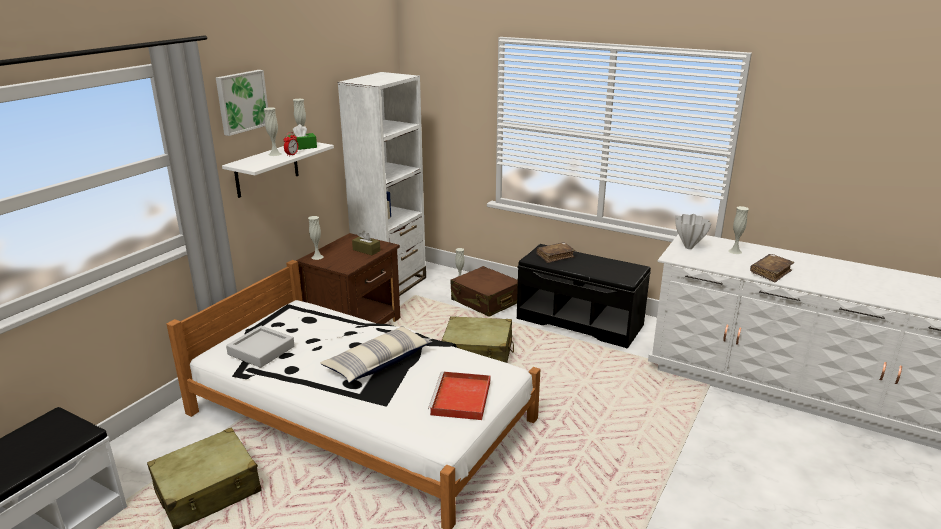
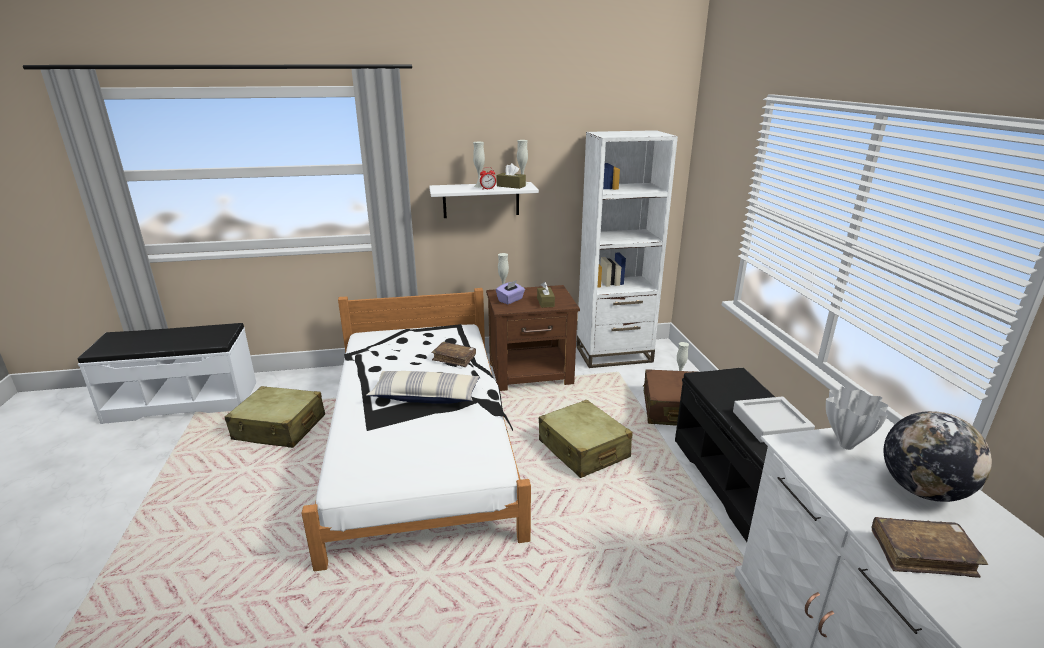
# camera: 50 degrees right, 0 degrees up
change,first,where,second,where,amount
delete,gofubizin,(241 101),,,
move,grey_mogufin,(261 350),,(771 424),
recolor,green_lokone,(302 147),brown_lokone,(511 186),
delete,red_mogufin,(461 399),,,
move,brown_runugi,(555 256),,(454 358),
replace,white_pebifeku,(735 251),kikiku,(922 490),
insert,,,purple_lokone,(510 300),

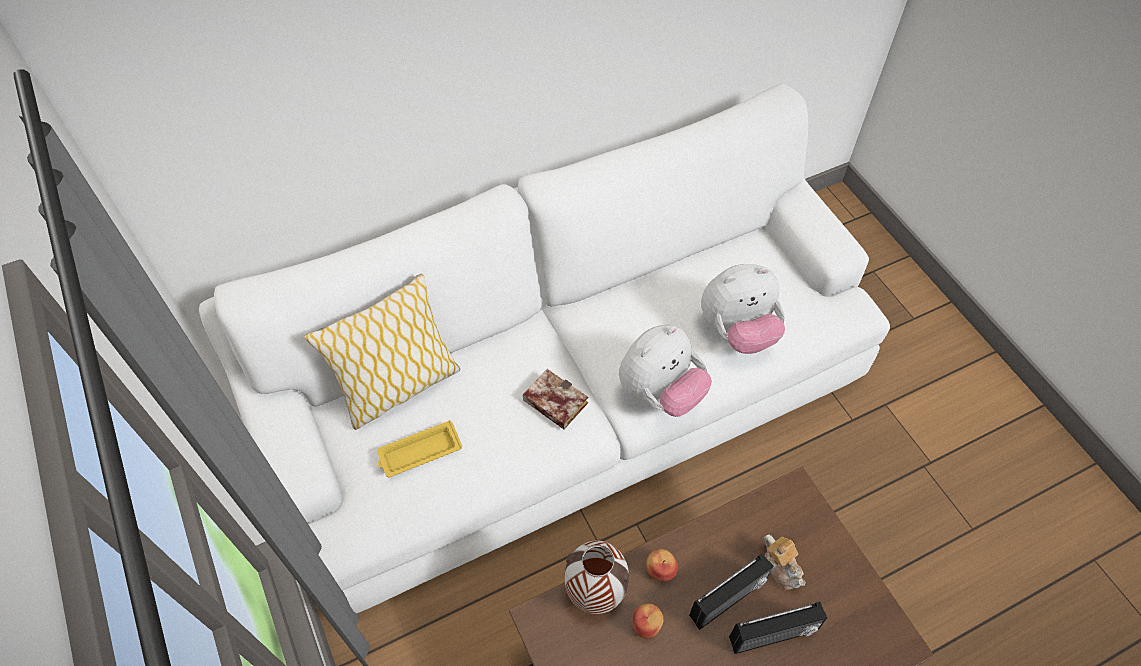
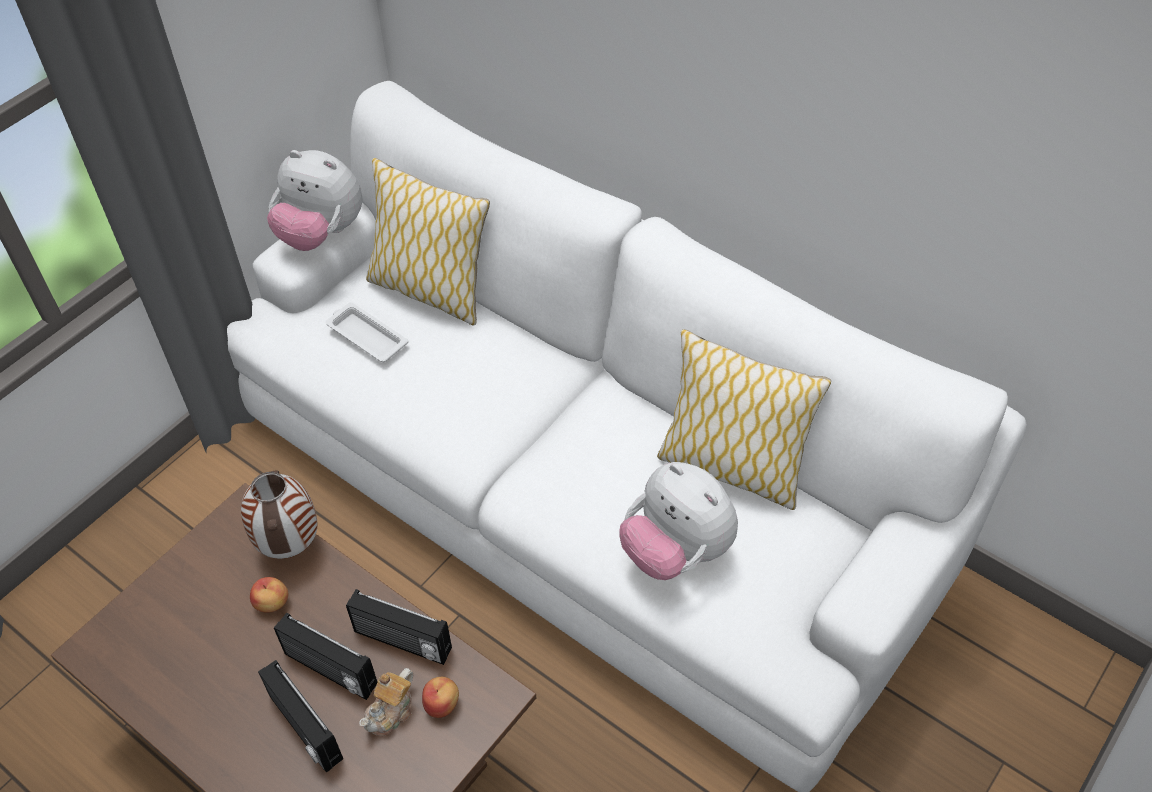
# camera: 65 degrees right, 5 degrees down
change,first,where,second,where,amount
recolor,yellow_mogufin,(418 452),white_mogufin,(366 336),
delete,runugi,(552 402),,,
move,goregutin,(660 392),,(321 234),
move,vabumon,(661 569),,(442 704),
insert,,,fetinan,(402 642),
insert,,,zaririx,(731 467),

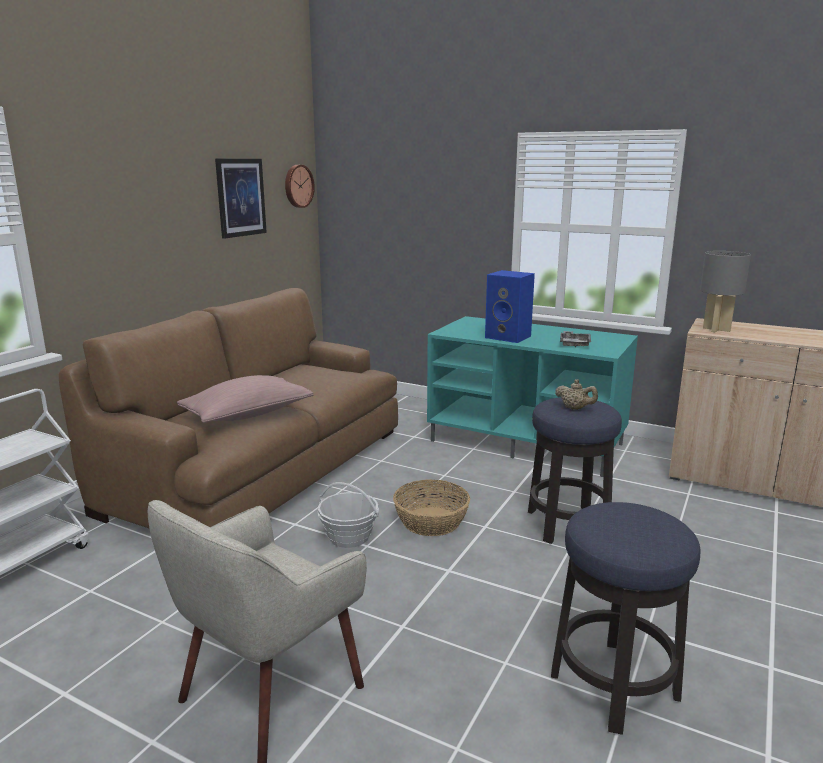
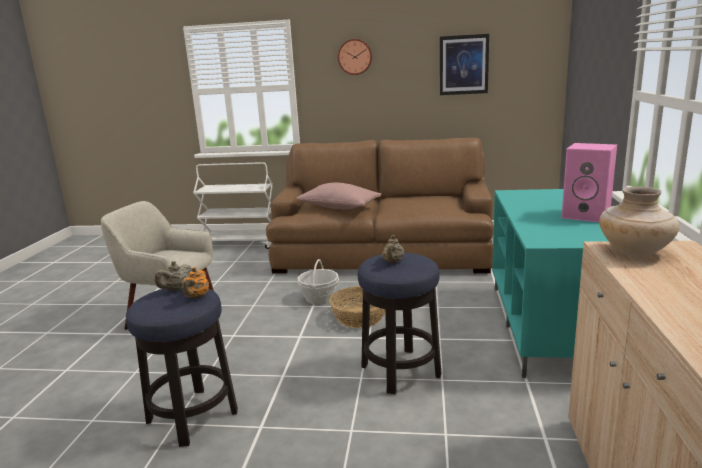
# camera: 70 degrees right, 0 degrees up
change,first,where,second,where,amount
move,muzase,(298 186),,(355 57),
delete,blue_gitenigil,(509 337),,,
delete,grey_mogufin,(574 344),,,
replace,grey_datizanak,(716 329),beige_pebifeku,(635 252),
insert,,,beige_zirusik,(176 289),
insert,,,orange_zirusik,(197 297),
insert,,,pink_gitenigil,(587 215),

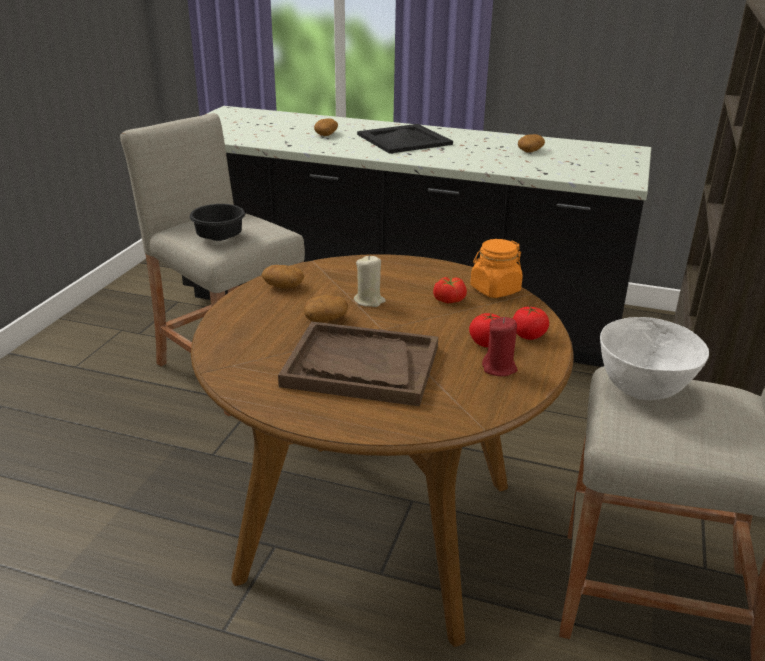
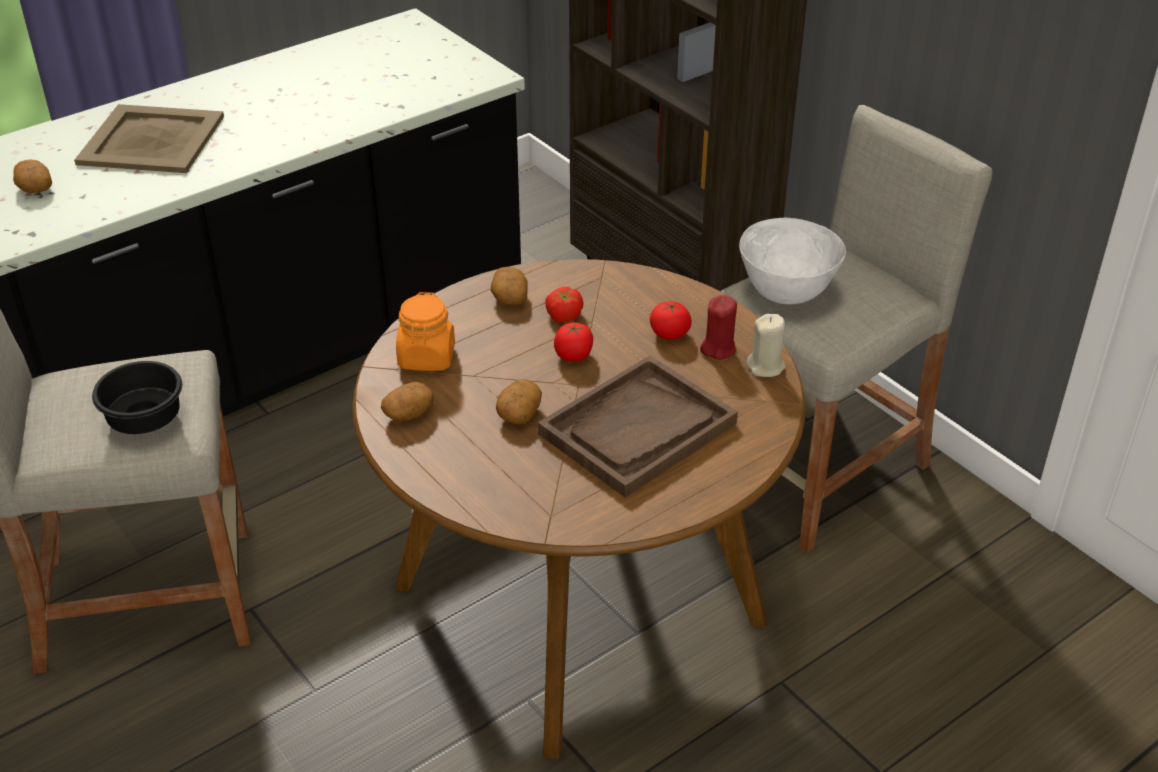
# camera: 55 degrees left, 10 degrees up
change,first,where,second,where,amount
move,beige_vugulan,(369 301),,(766 366),
recolor,black_mogufin,(405 139),beige_mogufin,(153 139),
move,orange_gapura,(495 290),,(426 357),
move,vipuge,(528 335),,(573 355),
move,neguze,(530 151),,(509 297),

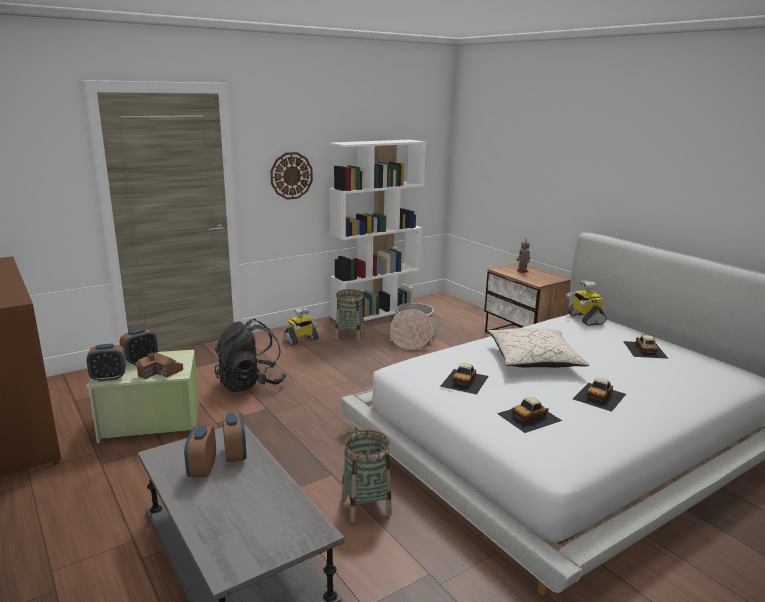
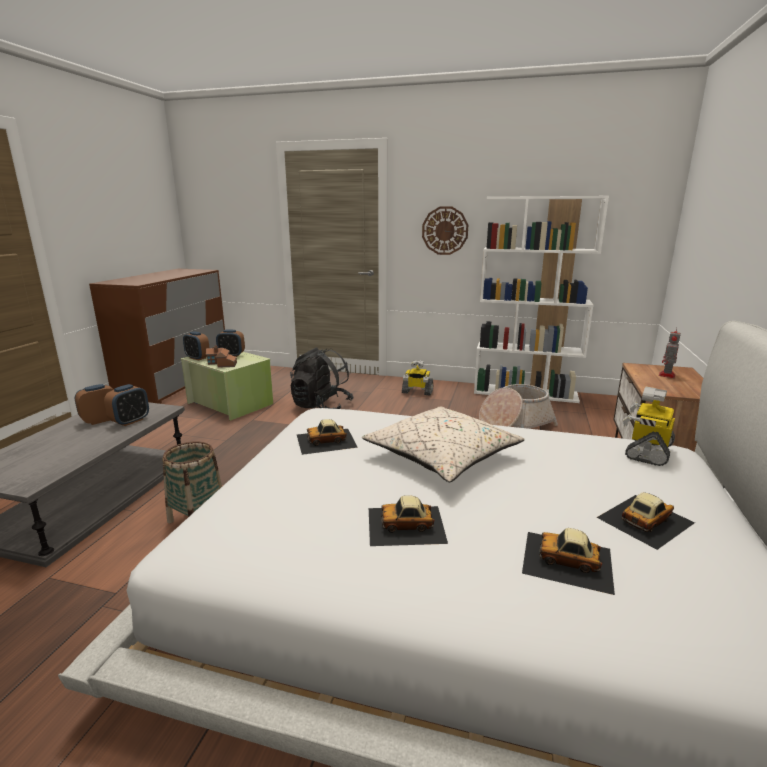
# camera: 50 degrees right, 0 degrees up
change,first,where,second,where,amount
delete,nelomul,(349 335),,,
move,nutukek,(529 417),,(568 561),

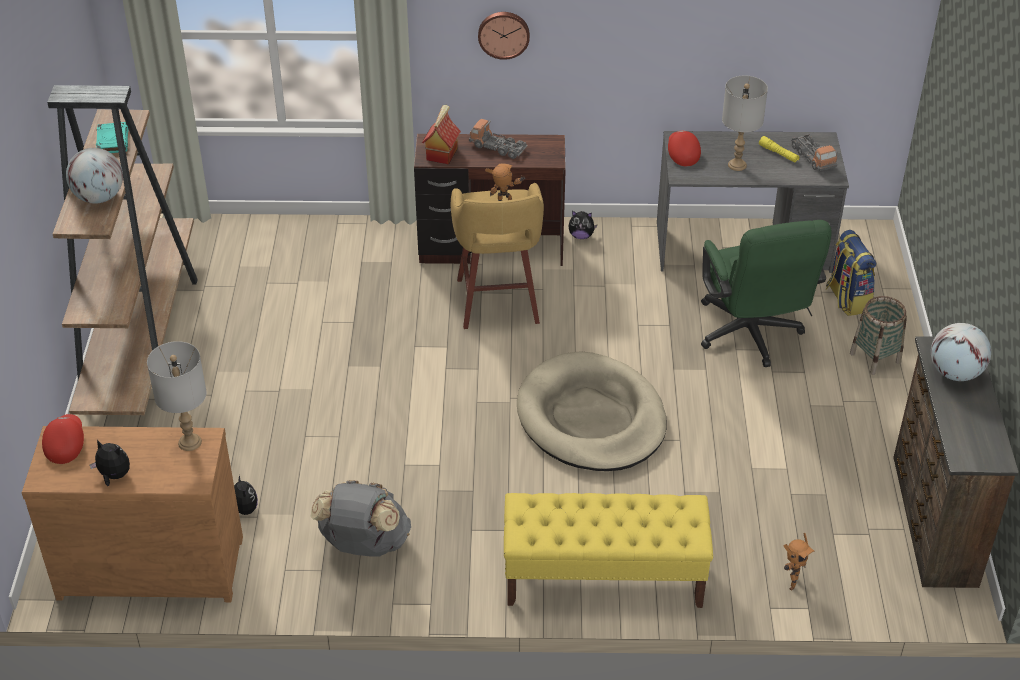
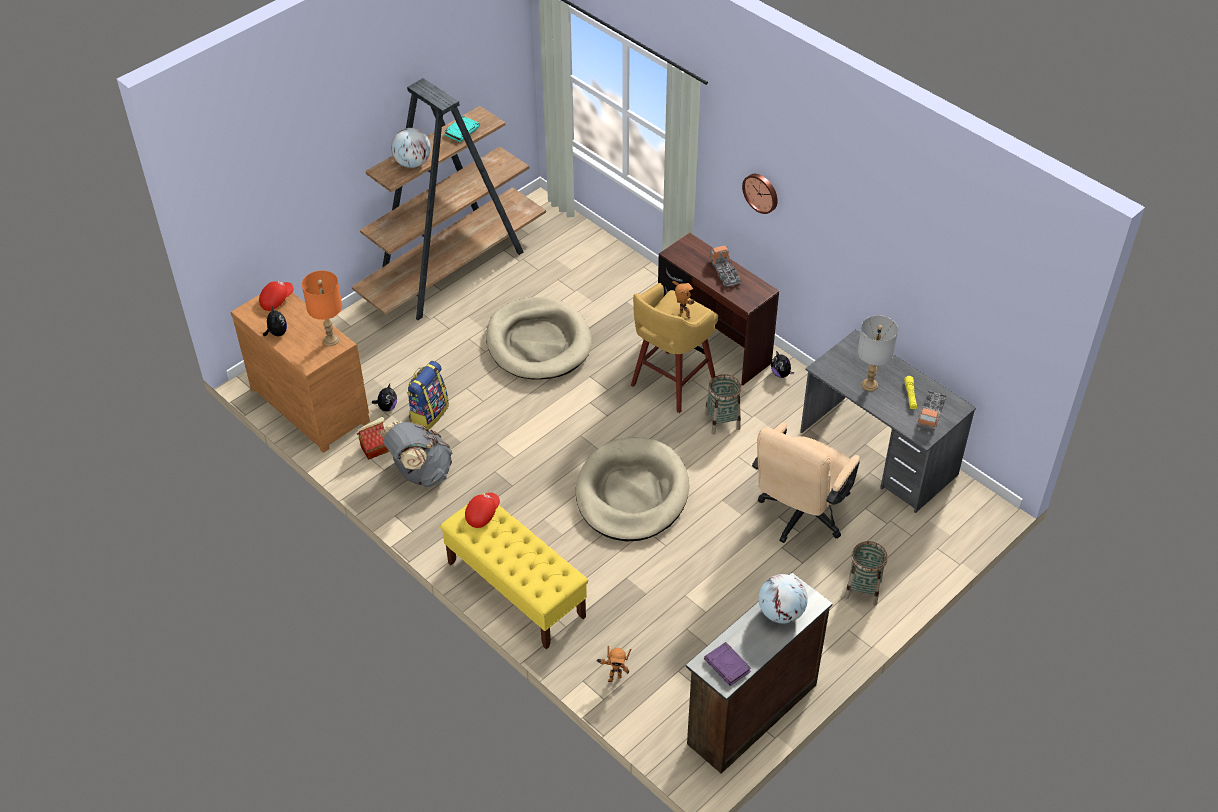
# camera: 45 degrees right, 5 degrees up
change,first,where,second,where,amount
recolor,grey_datizanak,(190 442),orange_datizanak,(331 340),
move,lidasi,(441 153),,(375 448),
move,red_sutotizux,(682 154),,(482 513),
recolor,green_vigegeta,(751 337),beige_vigegeta,(799 516),
move,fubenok,(847 299),,(428 413),
insert,,,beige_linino,(538 343),
insert,,,purple_runugi,(727 666),
insert,,,nelomul,(722 421),

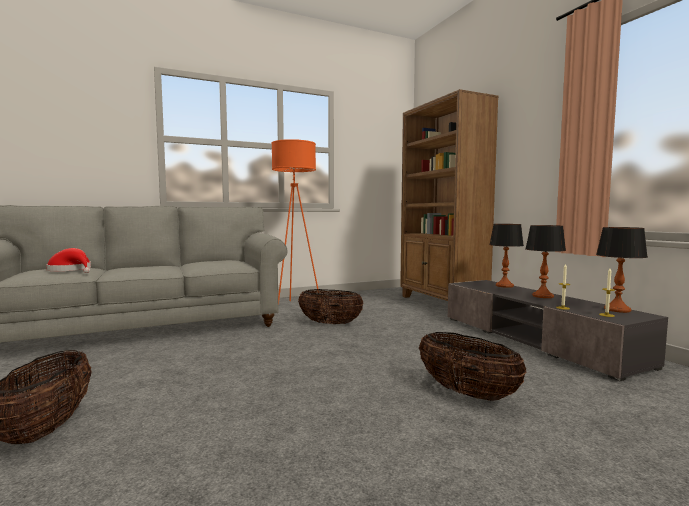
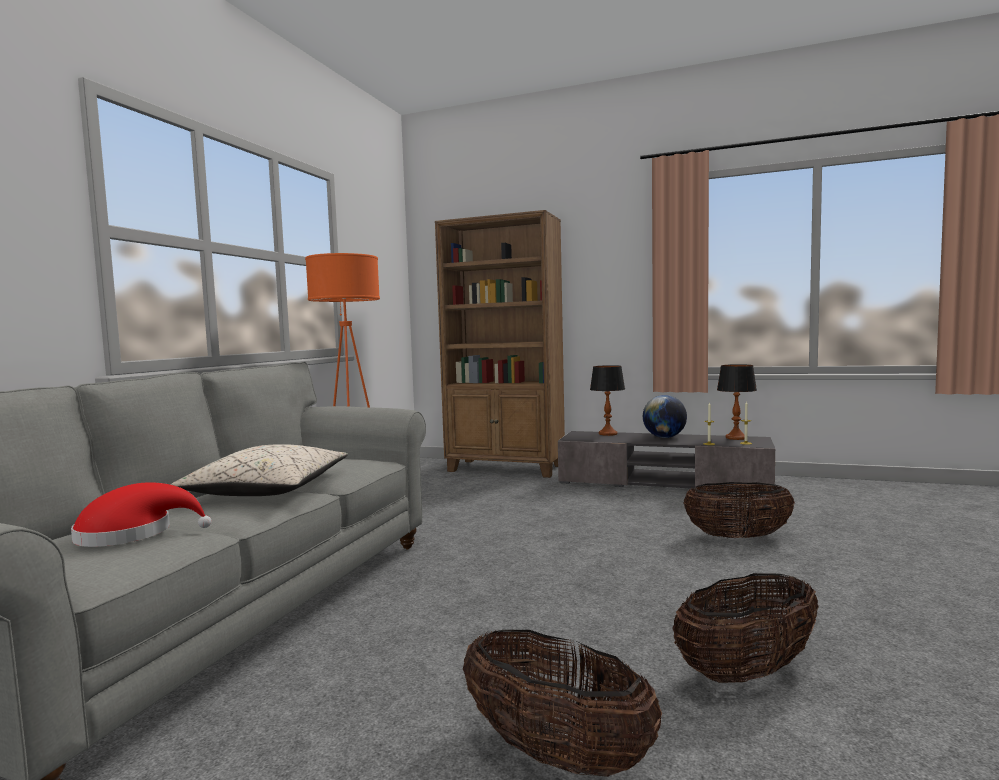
# camera: 45 degrees left, 0 degrees up
change,first,where,second,where,amount
move,nelomul,(330 323),,(747 671),
replace,datizanak,(542 296),kikiku,(664 437),
insert,,,beige_zaririx,(267 490),

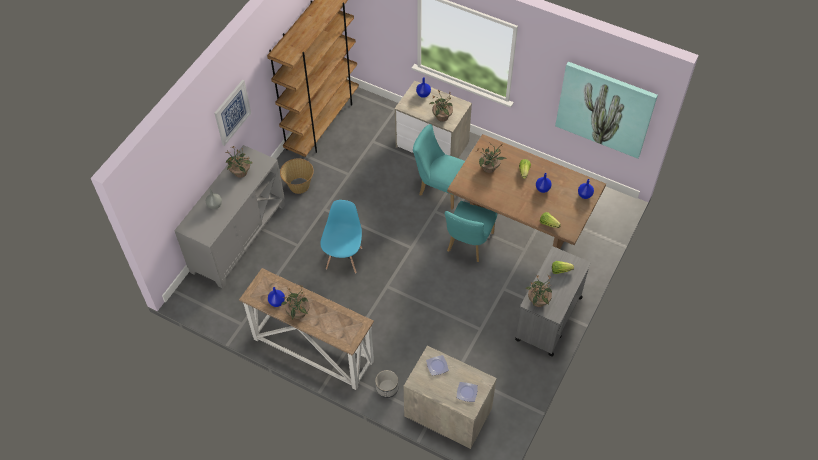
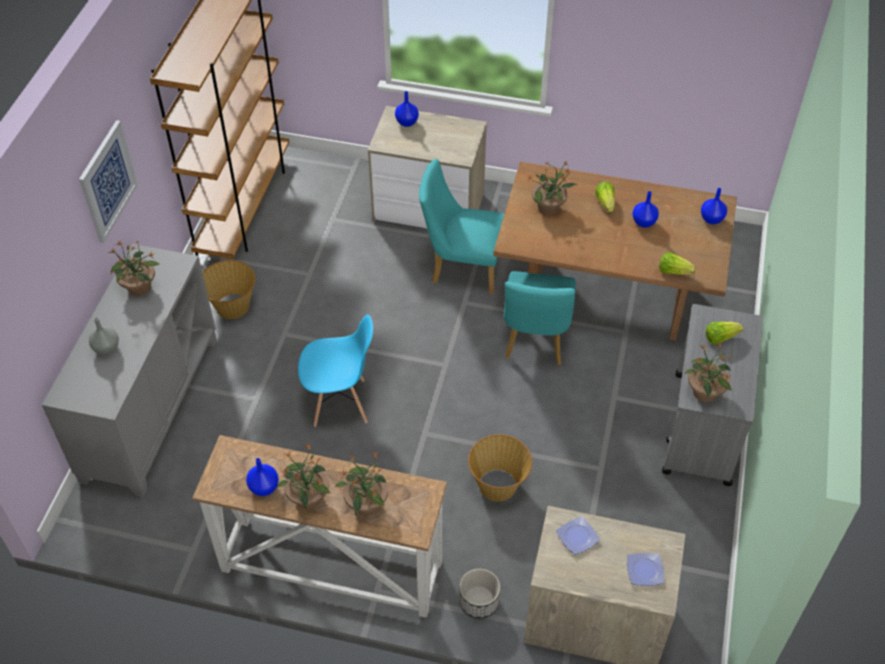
# camera: 15 degrees left, 5 degrees down
change,first,where,second,where,amount
rotate,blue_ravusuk,(344 258),,(340 403),90 degrees clockwise
move,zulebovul,(442 117),,(366 505),
delete,gofubizin,(605 109),,,
insert,,,nelomul,(498 485),

